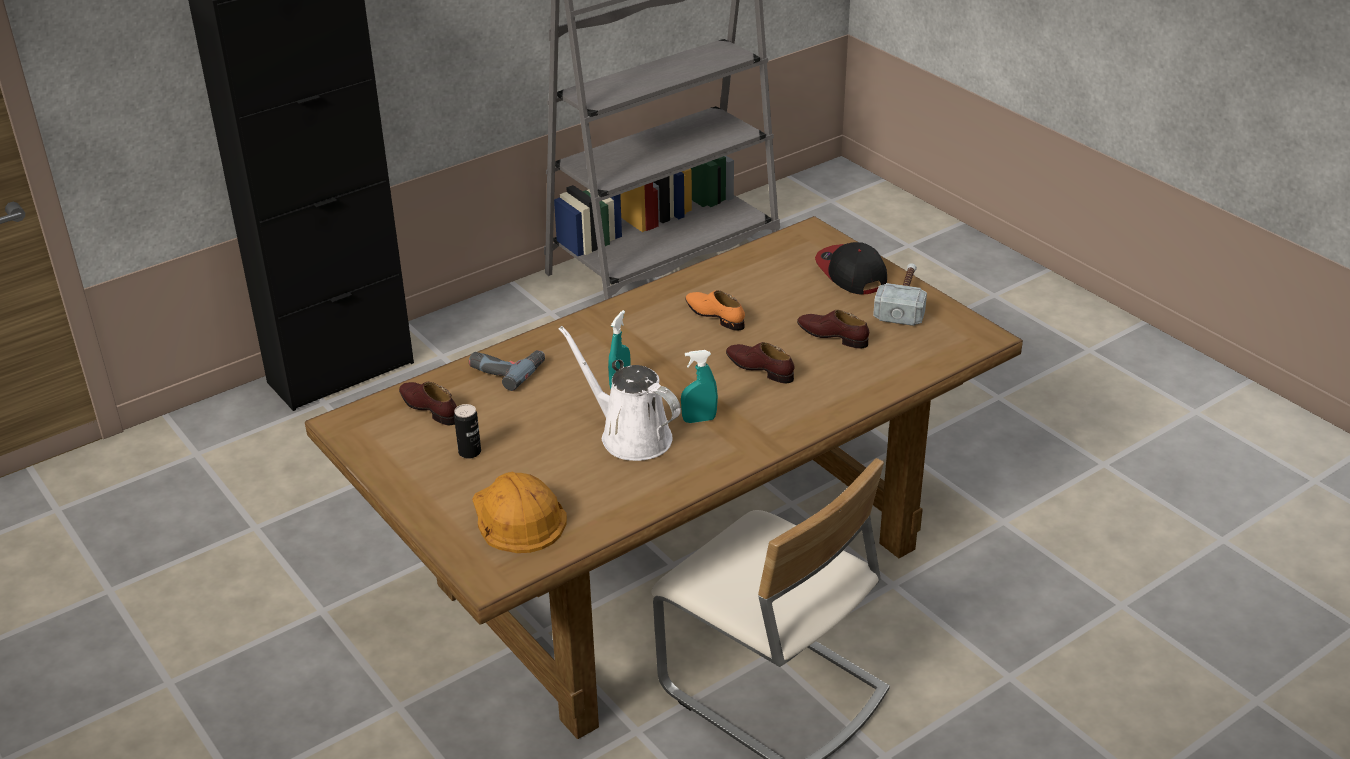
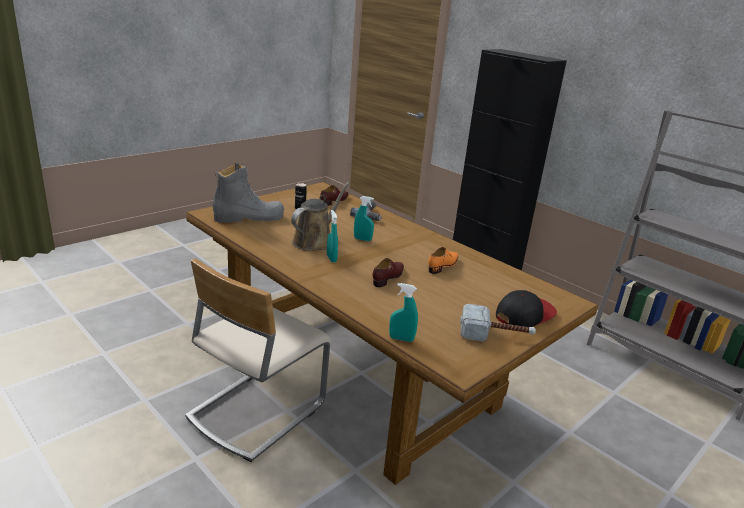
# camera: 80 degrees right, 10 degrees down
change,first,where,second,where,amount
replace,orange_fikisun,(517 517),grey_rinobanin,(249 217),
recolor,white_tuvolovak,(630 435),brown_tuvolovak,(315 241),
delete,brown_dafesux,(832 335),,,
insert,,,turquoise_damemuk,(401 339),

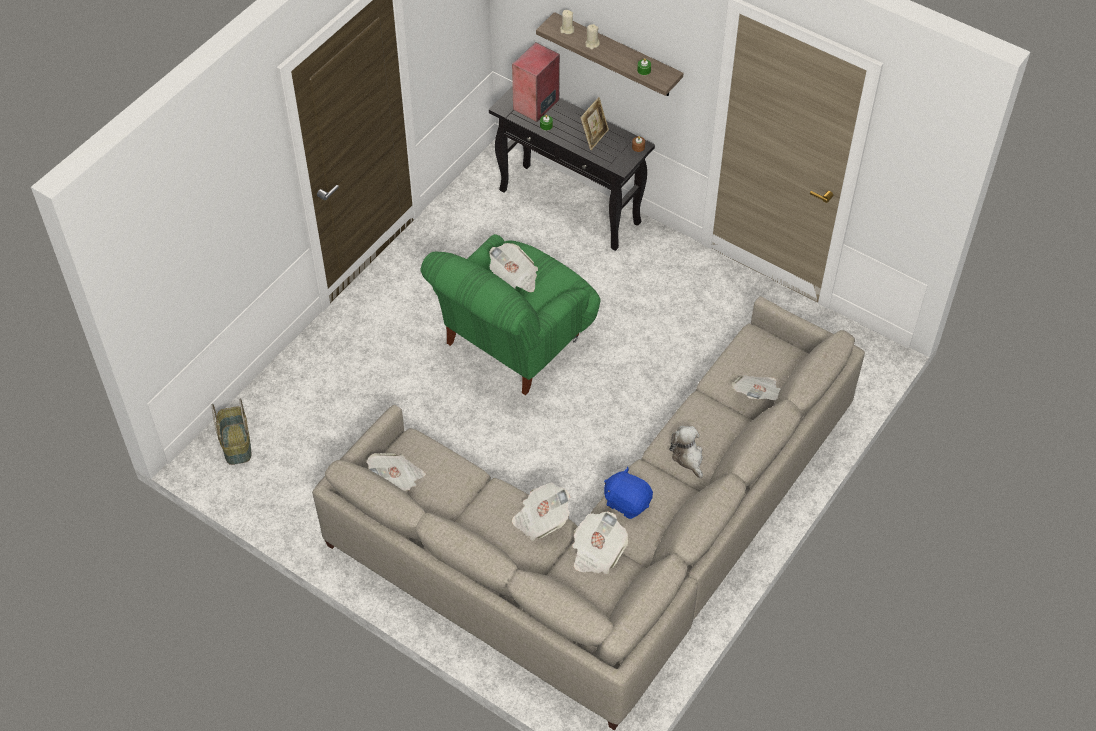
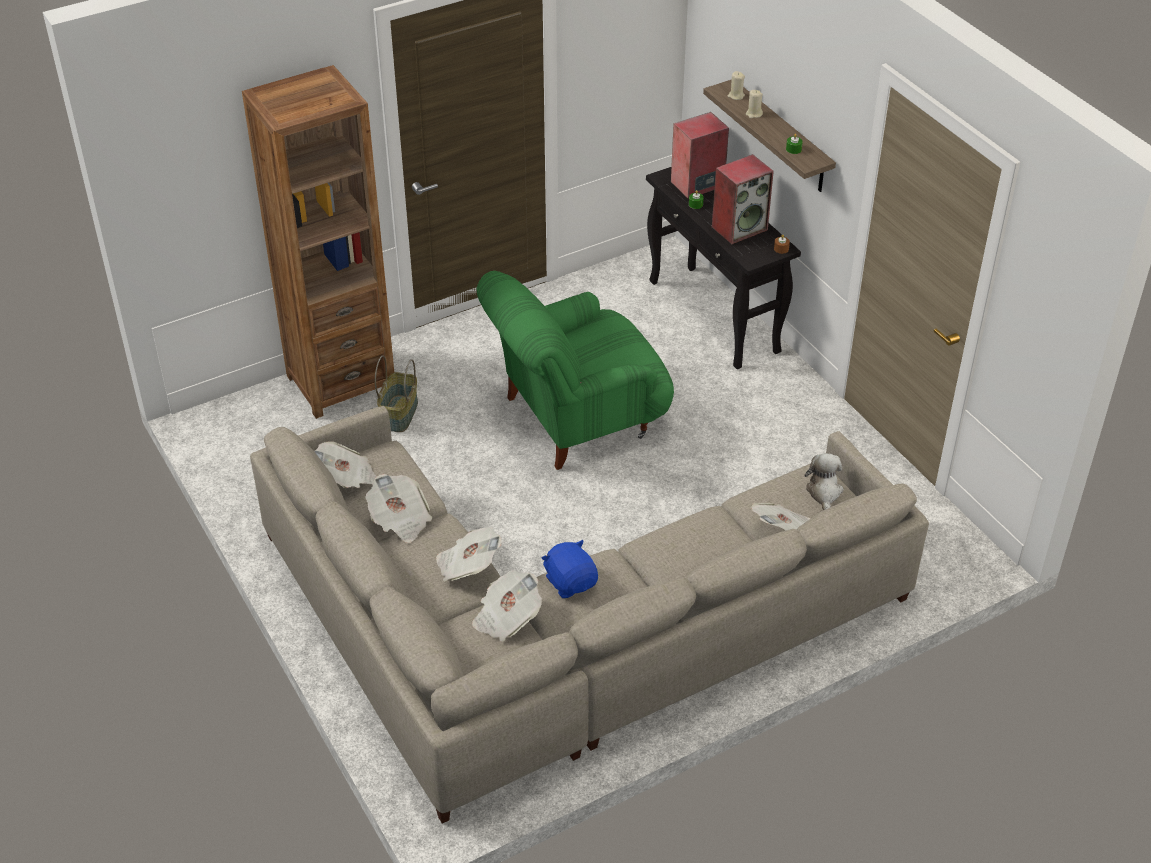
# camera: 25 degrees right, 10 degrees down
change,first,where,second,where,amount
move,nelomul,(236 444),,(398 413),
move,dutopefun,(514 277),,(400 520),
replace,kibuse,(594 137),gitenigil,(739 228),
move,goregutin,(688 457),,(824 492),
insert,,,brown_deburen,(341 382),

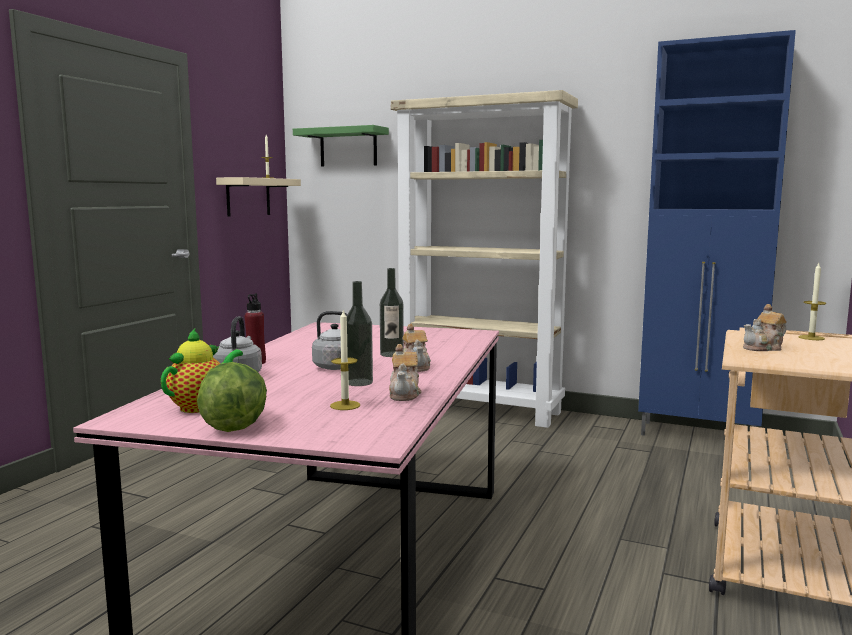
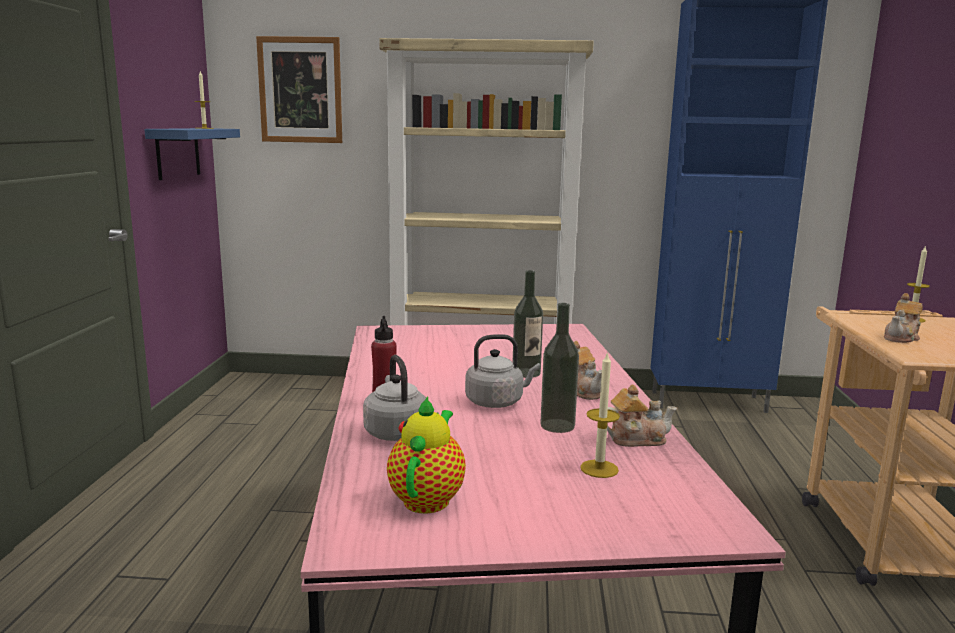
# camera: 20 degrees left, 5 degrees up
change,first,where,second,where,amount
delete,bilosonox,(235 424),,,
recolor,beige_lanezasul,(248 197),blue_lanezasul,(177 153),
replace,green_lanezasul,(348 147),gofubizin,(300 90),
rotate,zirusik,(405 394),,(635 439),75 degrees counterclockwise

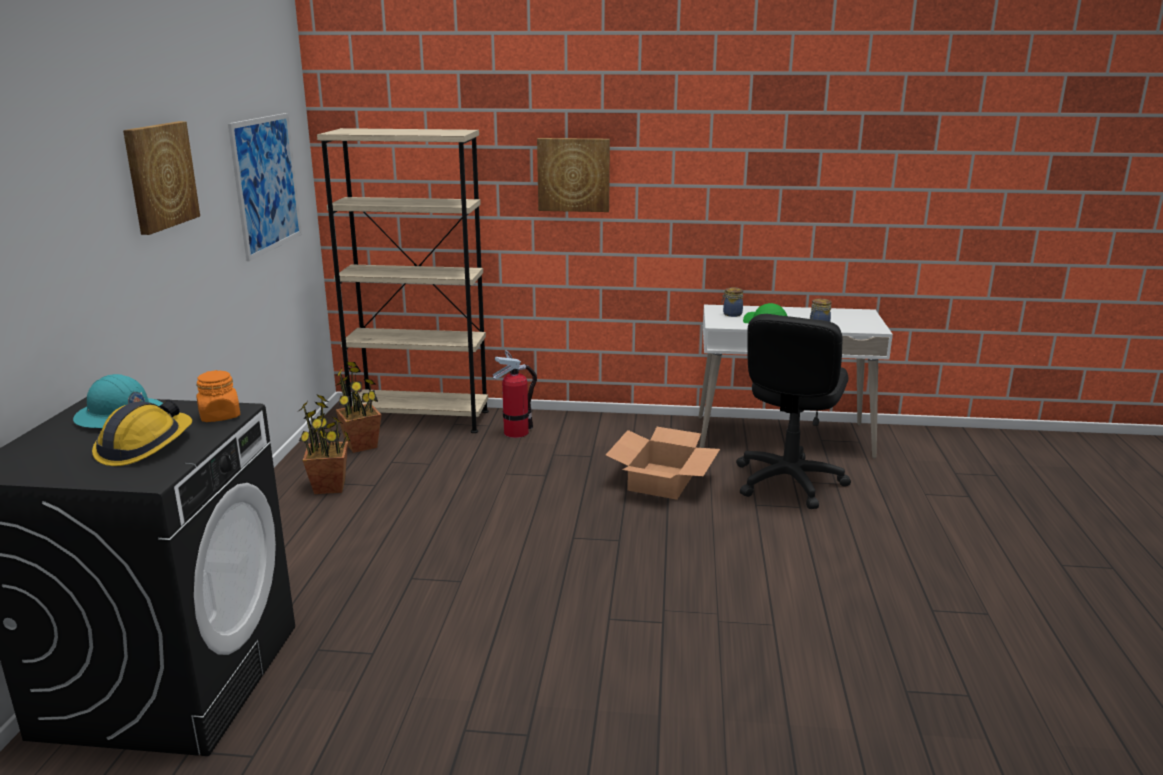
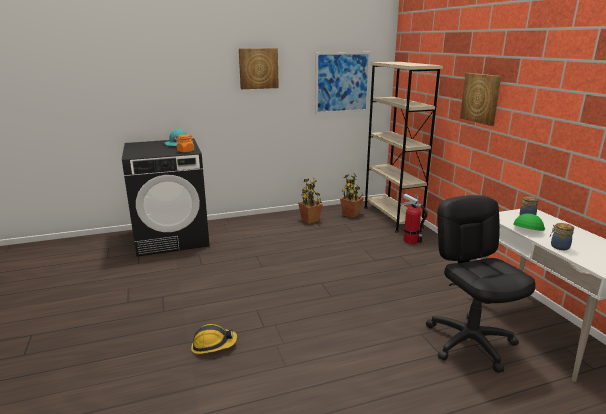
# camera: 65 degrees right, 0 degrees up
change,first,where,second,where,amount
move,fikisun,(144 446),,(213 345),
delete,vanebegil,(662 481),,,
rotate,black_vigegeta,(788 482),,(470 342),75 degrees clockwise

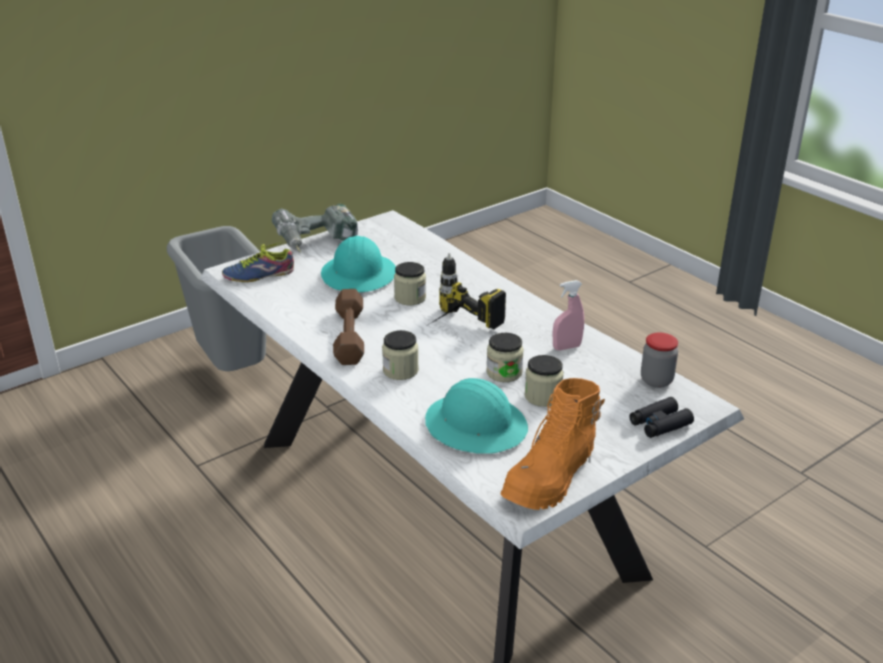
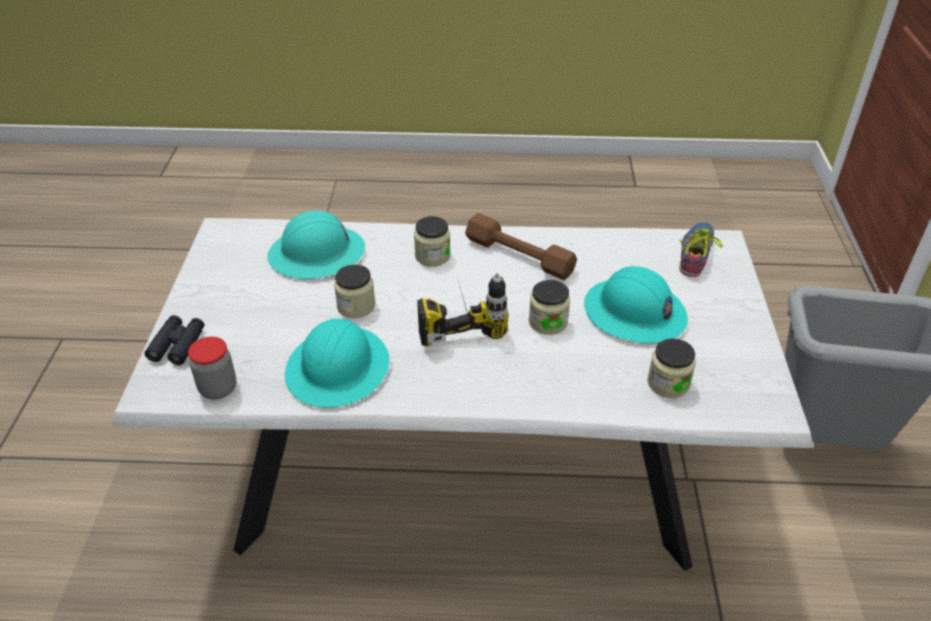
# camera: 130 degrees right, 10 degrees up
change,first,where,second,where,amount
delete,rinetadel,(318 245),,,
delete,orange_rinobanin,(551 478),,,
move,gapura,(543 396),,(668 383),
replace,pink_damemuk,(566 347),turquoise_fikisun,(338 369),

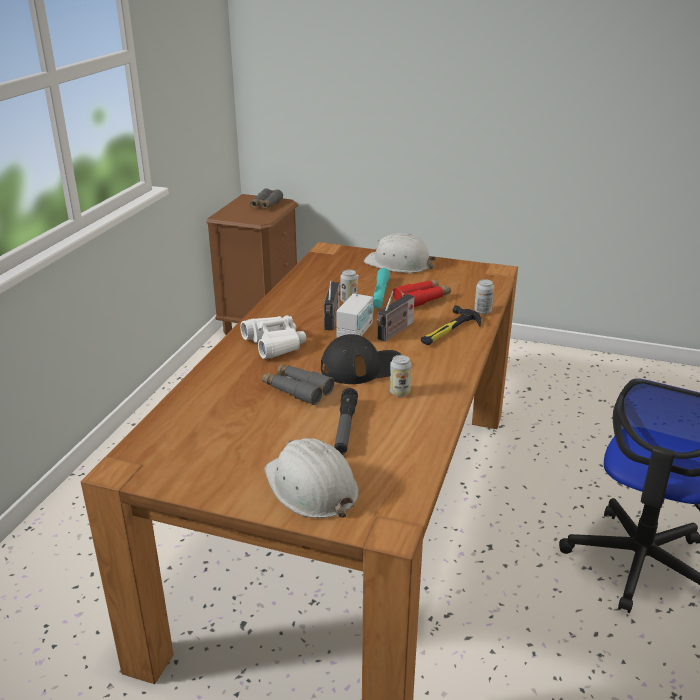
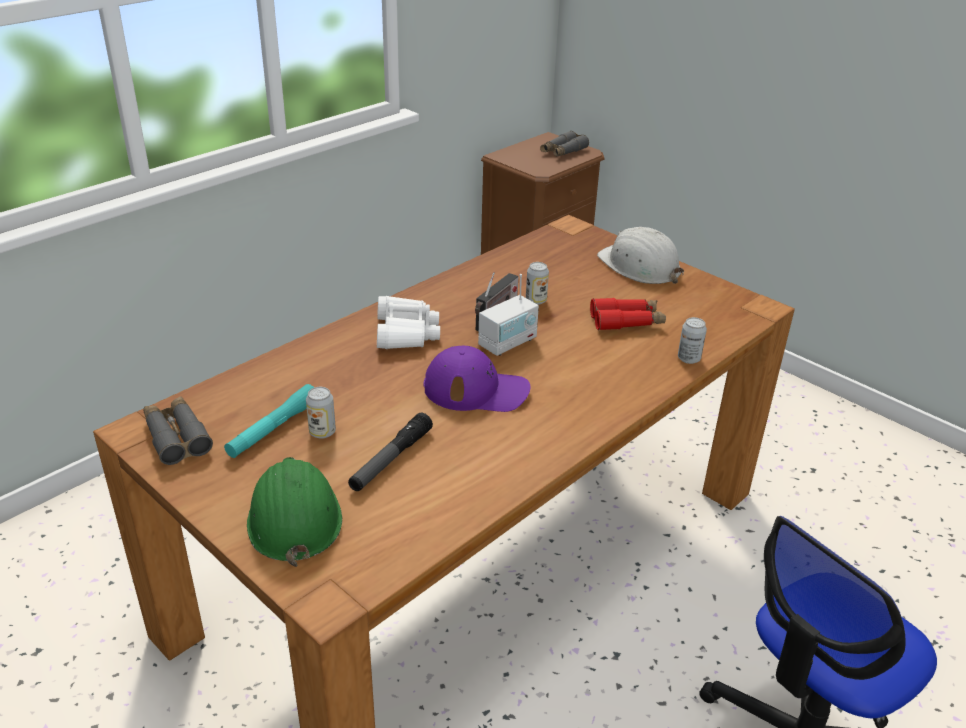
# camera: 25 degrees right, 5 degrees up
change,first,where,second,where,amount
move,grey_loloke,(297 390),,(176 437),
recolor,white_fikisun,(311 487),green_fikisun,(294 517),
recolor,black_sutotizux,(362 367),purple_sutotizux,(476 390),
move,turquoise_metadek,(380 294),,(273 429),
delete,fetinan,(394 332),,,
move,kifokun,(399 392),,(322 432),
delete,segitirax,(448 330),,,

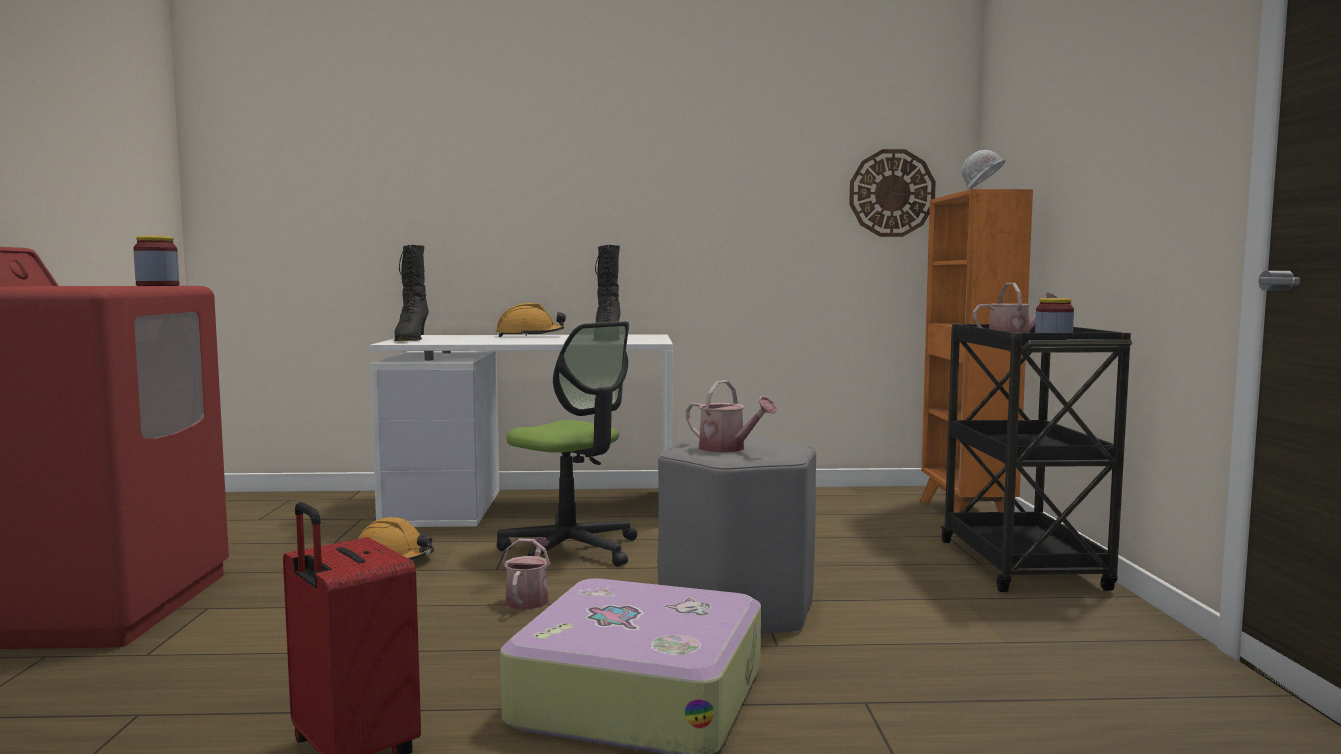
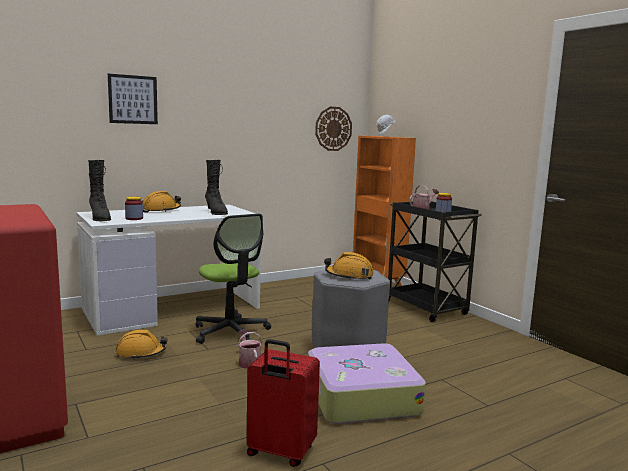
# camera: 30 degrees left, 5 degrees up
change,first,where,second,where,amount
move,gapura,(157 285),,(134 218),
rotate,vigegeta,(570 551),,(230 332),45 degrees clockwise
replace,tuvolovak,(728 448),orange_fikisun,(349 276),
insert,,,gofubizin,(133 99),

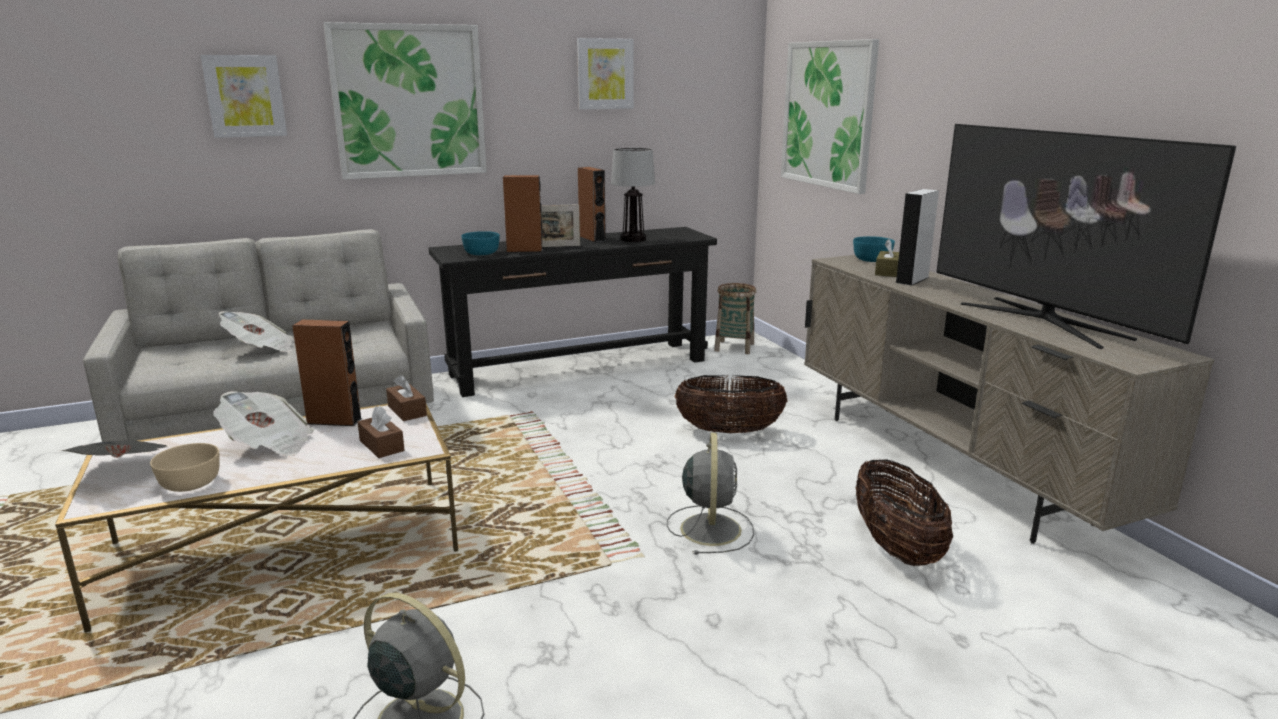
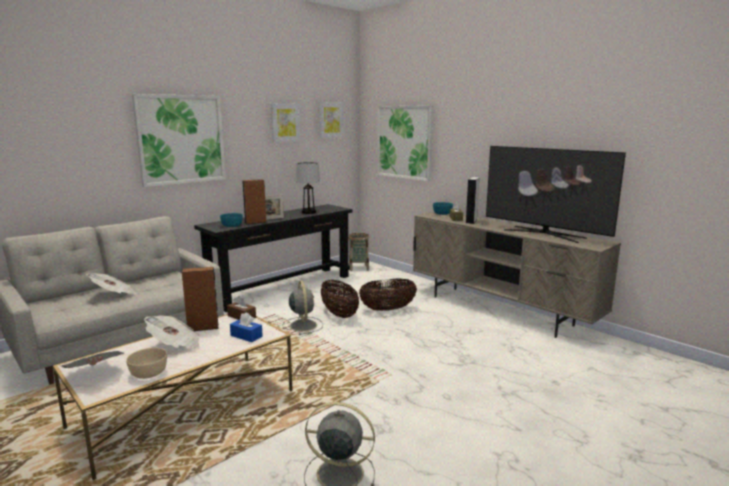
# camera: 20 degrees left, 5 degrees down
change,first,where,second,where,amount
move,gofubizin,(245 96),,(330 120),
recolor,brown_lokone,(381 446),blue_lokone,(246 336),
delete,brown_gitenigil,(592 238),,,
move,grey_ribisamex,(710 528),,(303 325),
move,nelomul,(896 547),,(339 314),

